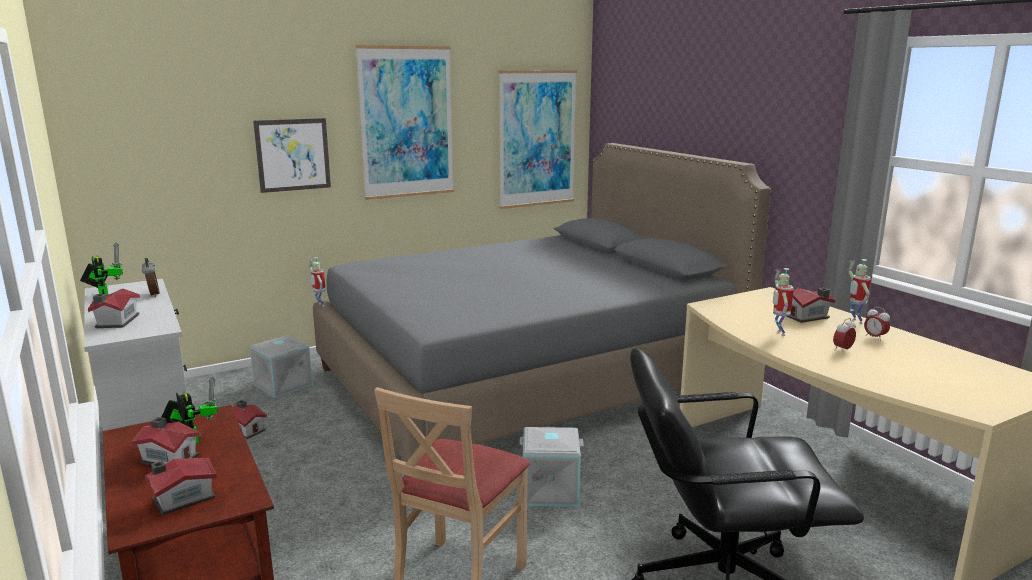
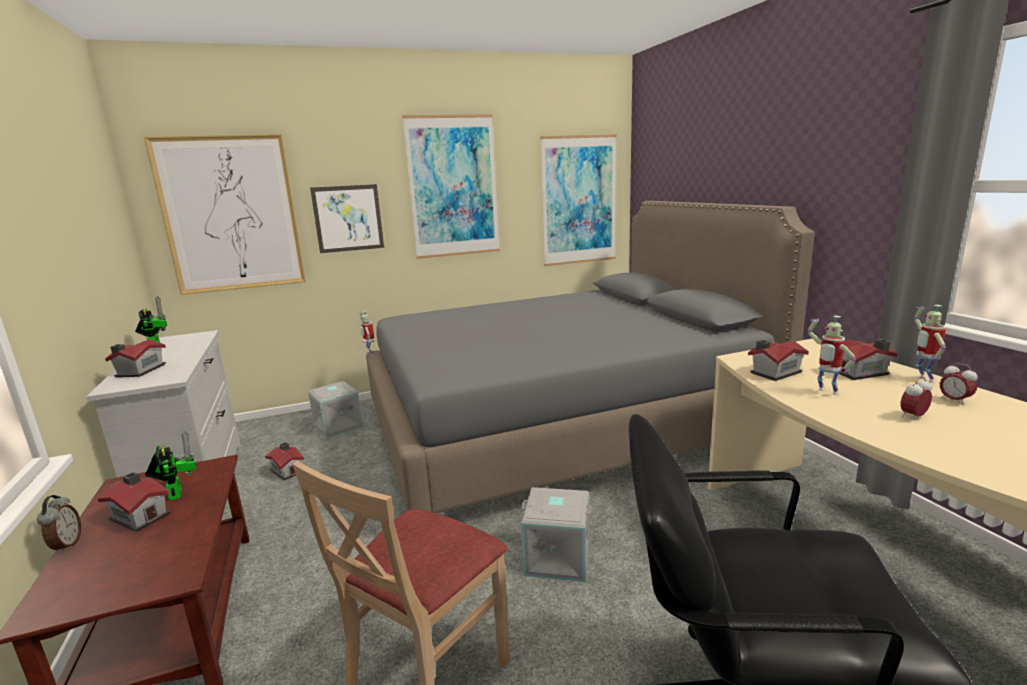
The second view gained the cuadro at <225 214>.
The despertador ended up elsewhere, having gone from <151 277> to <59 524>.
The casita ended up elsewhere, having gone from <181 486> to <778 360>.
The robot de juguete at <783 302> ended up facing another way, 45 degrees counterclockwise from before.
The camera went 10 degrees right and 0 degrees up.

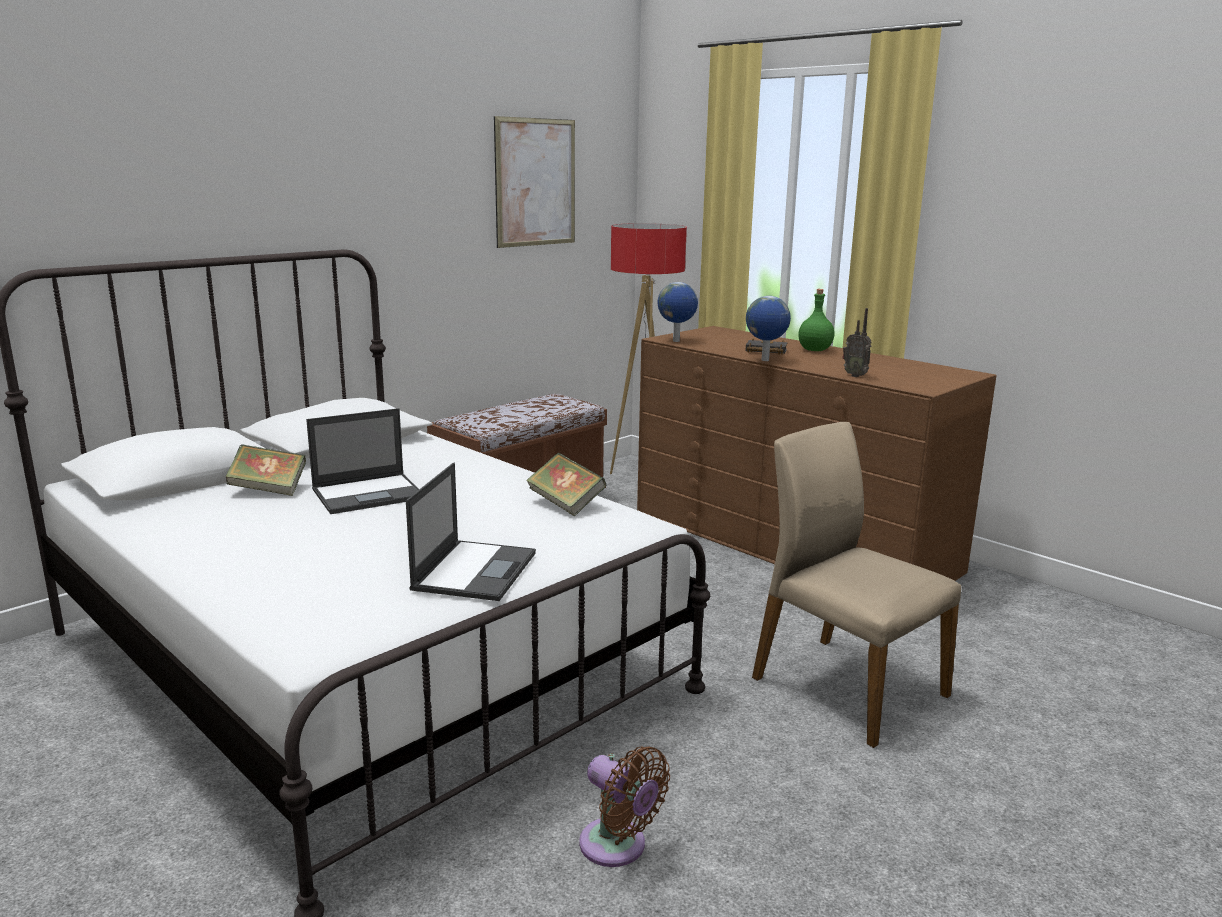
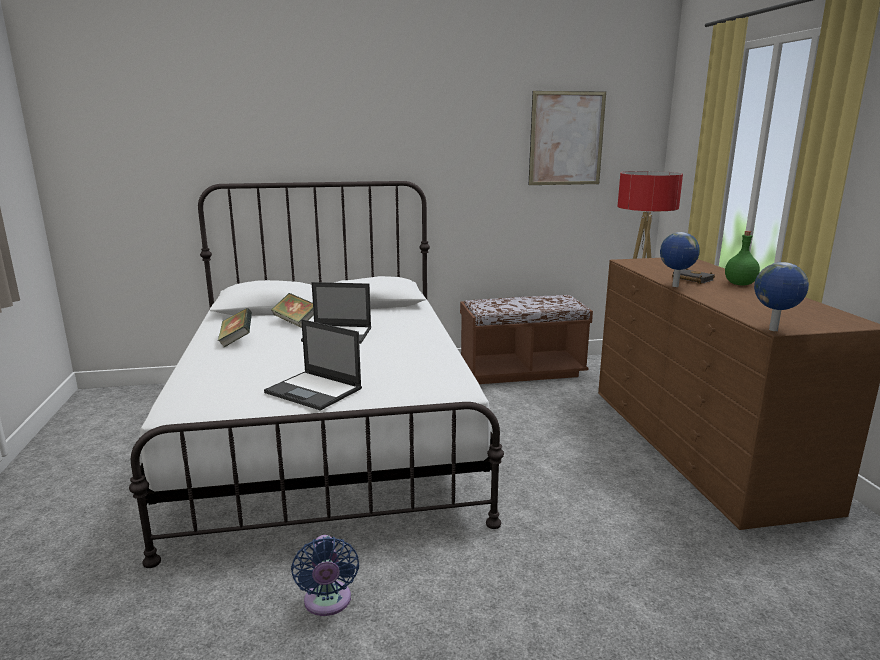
The second view lost the silla/beis at <856 585>.
The second view lost the radio at <856 342>.
The libro ended up elsewhere, having gone from <566 484> to <235 327>.
The globo terráqueo ended up elsewhere, having gone from <678 312> to <781 296>.
What was the ventilador/marrón at <624 806> turned into the ventilador/azul at <325 575>.
The portátil at <471 532> ended up facing another way, 75 degrees clockwise from before.
The camera went 35 degrees right and 0 degrees up.

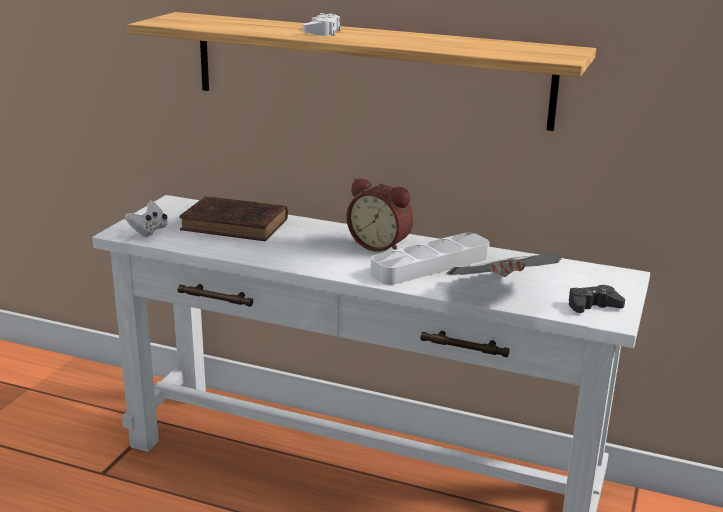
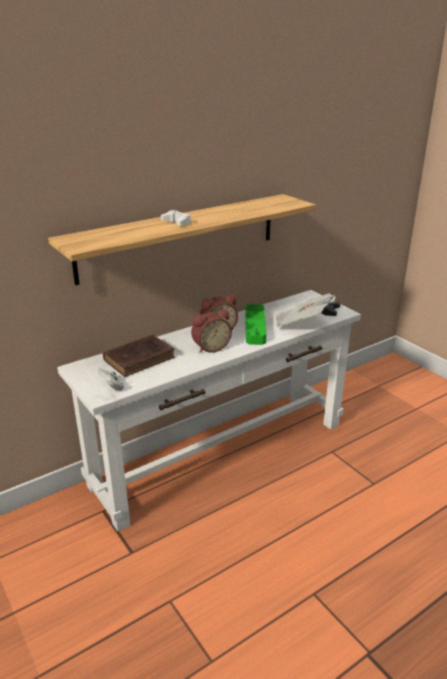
The second view gained the despertador at <211 331>.
What was the bandeja/blanco at <430 259> turned into the bandeja/verde at <255 324>.
The camera went 55 degrees left and 5 degrees up.

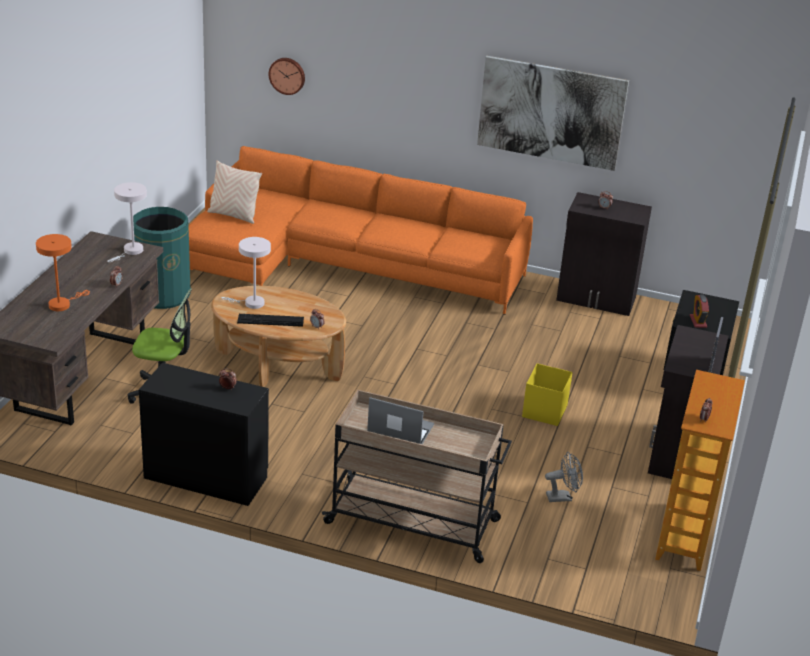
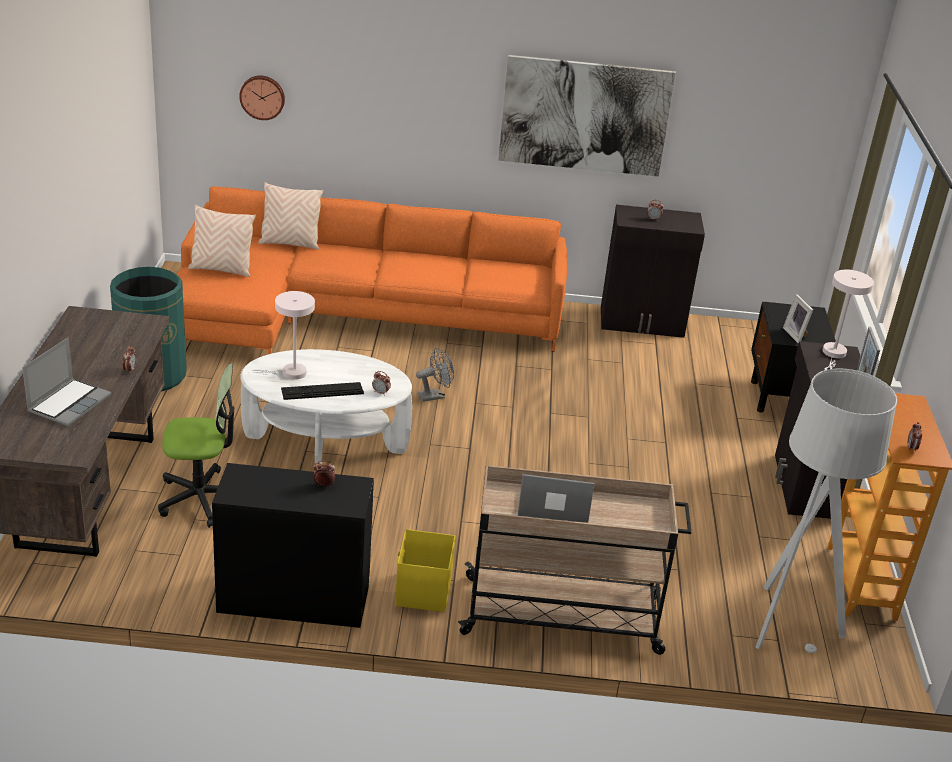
The second view gained the cojín/beis at <291 216>.
The second view gained the lámpara de pie/gris at <826 510>.
The lámpara de mesa/blanco ended up elsewhere, having gone from <127 222> to <848 320>.
The caja de almacenaje/amarillo ended up elsewhere, having gone from <547 394> to <425 570>.
The ventilador/gris ended up elsewhere, having gone from <564 477> to <435 375>.
Where the lámpara de mesa/naranja stood at <63 272>, the portátil came to stand at <66 382>.
Where the despertador stood at <699 311>, the portarretratos came to stand at <798 319>.
What was the mesa de centro/marrón at <278 336> turned into the mesa de centro/blanco at <326 406>.
The camera went 15 degrees left and 0 degrees up.

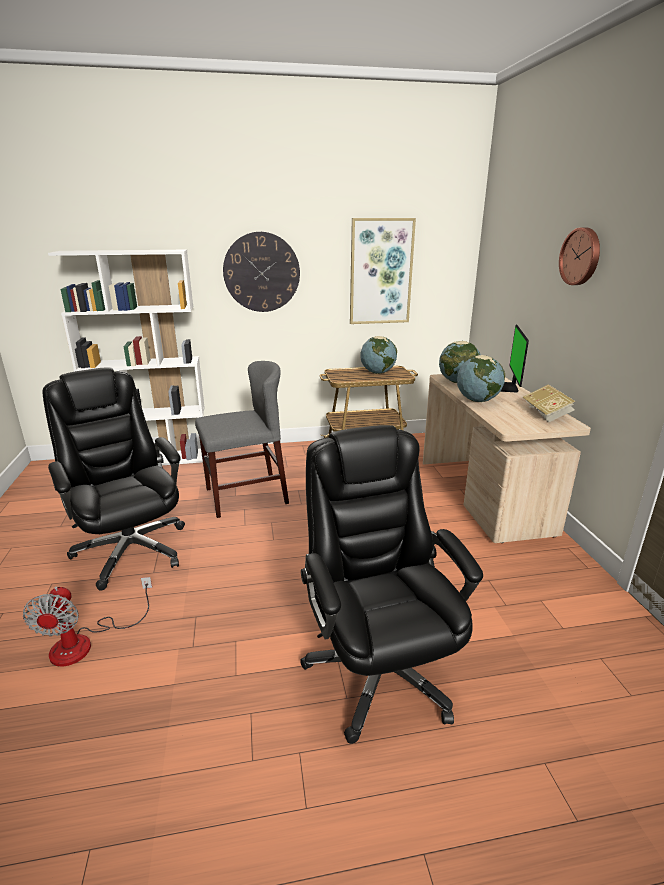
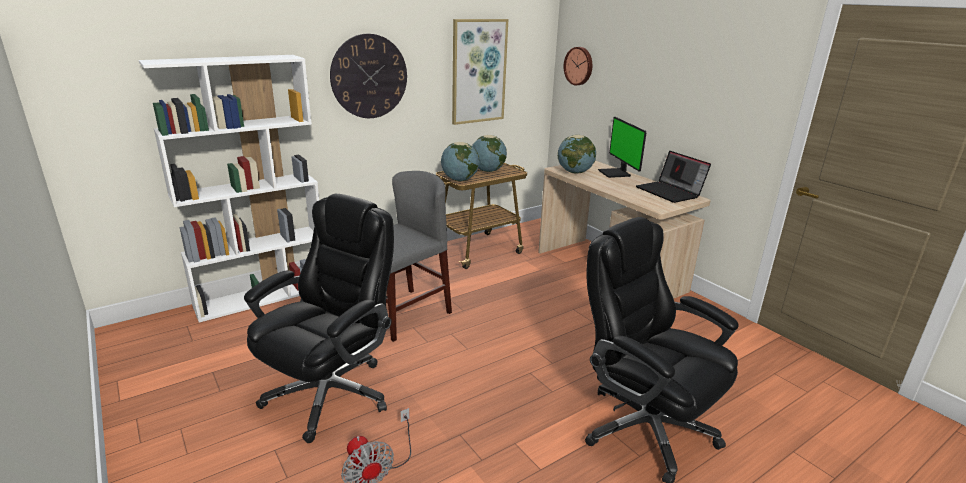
The globo terráqueo ended up elsewhere, having gone from <481 378> to <460 161>.
The reloj de pared ended up elsewhere, having gone from <579 256> to <578 66>.
Where the libro stood at <549 403>, the portátil came to stand at <673 177>.
The silla de oficina/negro at <113 479> ended up facing another way, 90 degrees clockwise from before.
The camera went 25 degrees left and 0 degrees up.

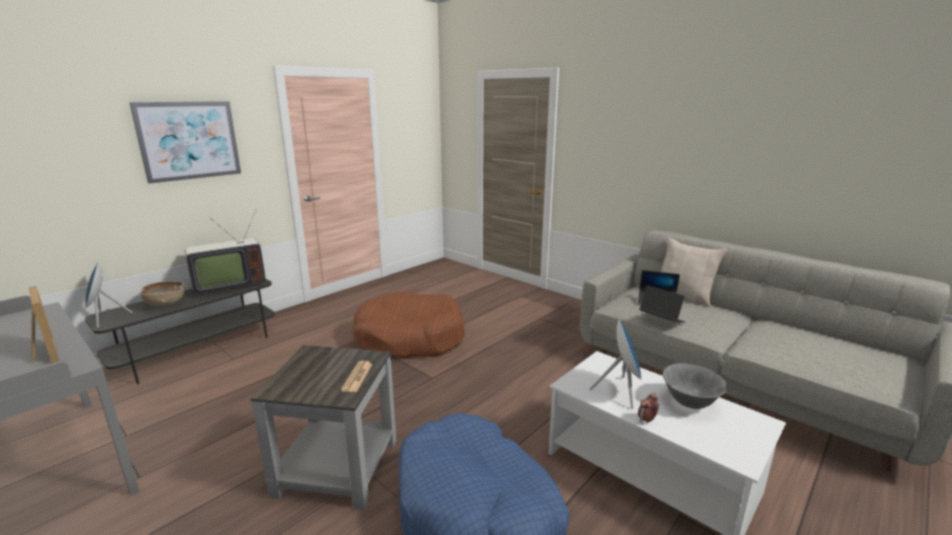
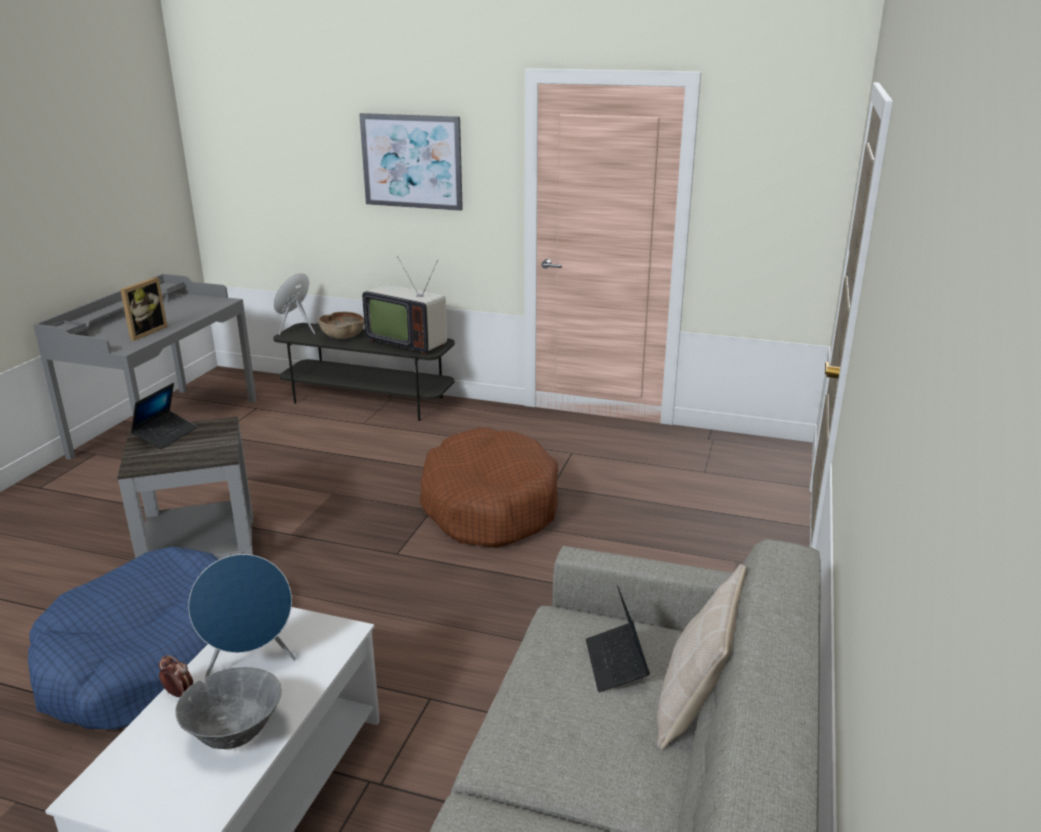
The second view lost the periódico at <356 376>.
The portátil ended up elsewhere, having gone from <662 304> to <164 416>.
The camera went 65 degrees right and 5 degrees up.

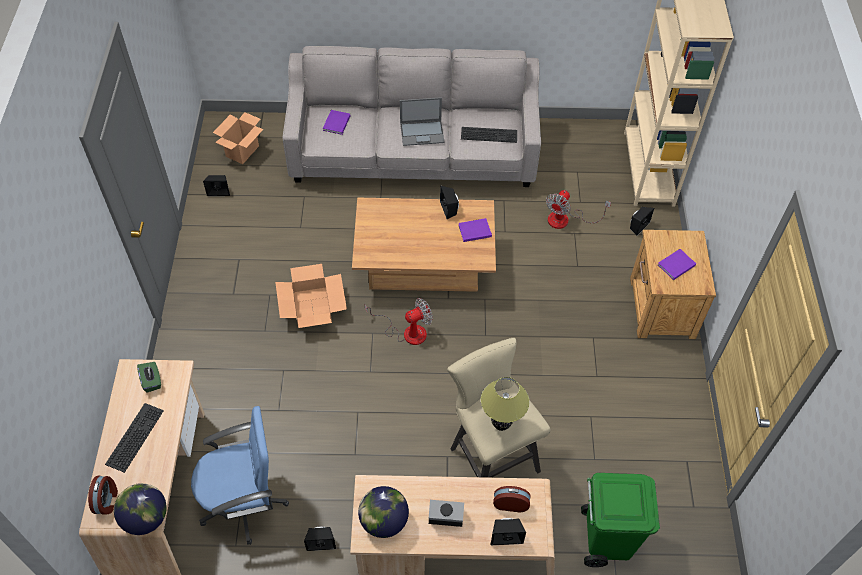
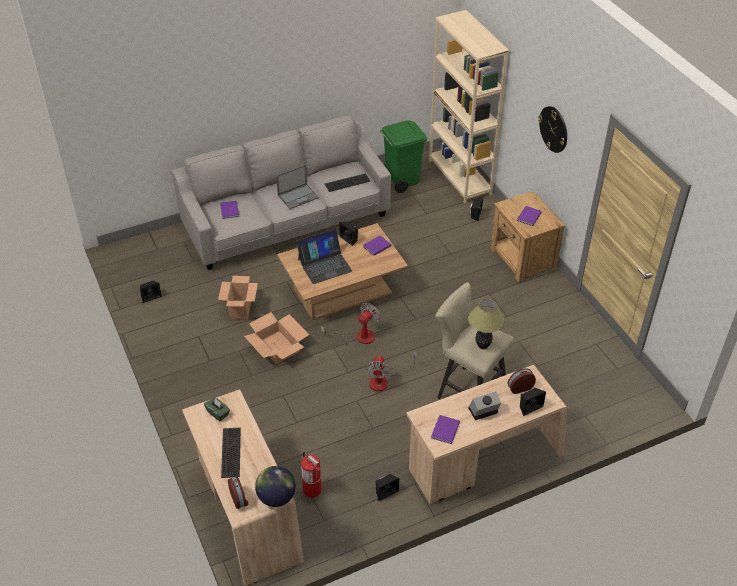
The second view gained the portátil at <324 256>.
The second view gained the reloj de pared at <552 129>.
The caja de cartón ended up elsewhere, having gone from <238 138> to <238 297>.
The ventilador ended up elsewhere, having gone from <578 209> to <391 371>.
The papelera/verde ended up elsewhere, having gone from <620 520> to <403 156>.
Where the silla de oficina/azul stood at <240 475>, the extintor came to stand at <311 475>.
Where the globo terráqueo stood at <383 512>, the libro/morado came to stand at <445 429>.
The camera went 25 degrees left and 10 degrees down.

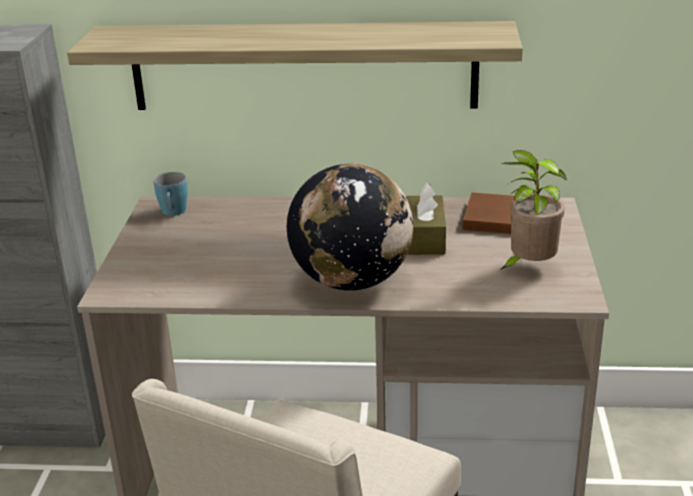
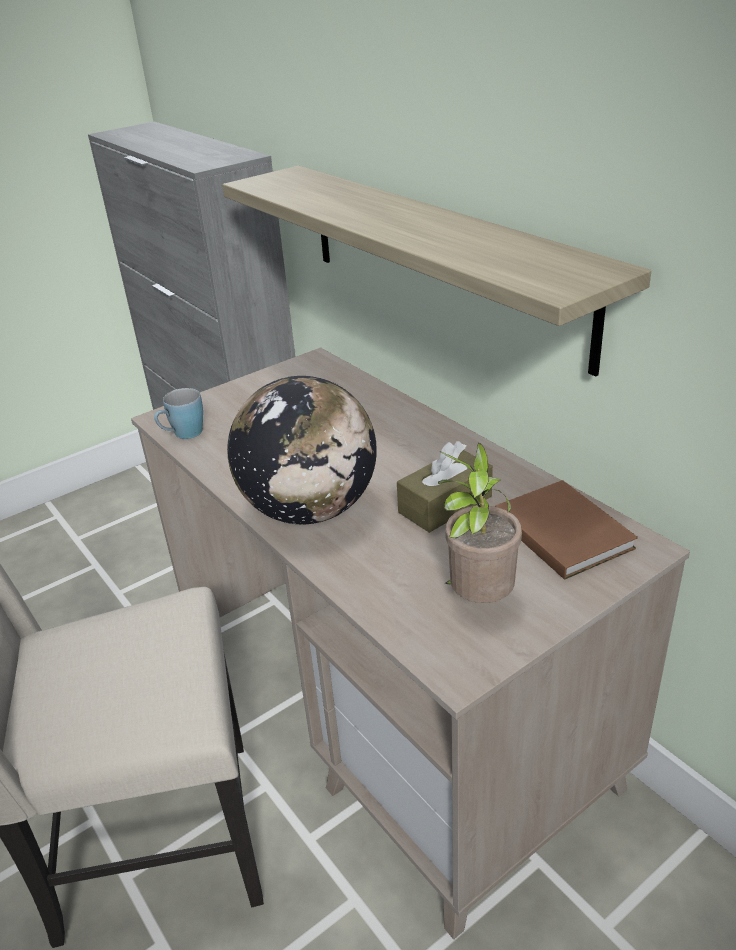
The taza grande/azul ended up elsewhere, having gone from <170 194> to <178 413>.
The camera went 50 degrees right and 5 degrees up.

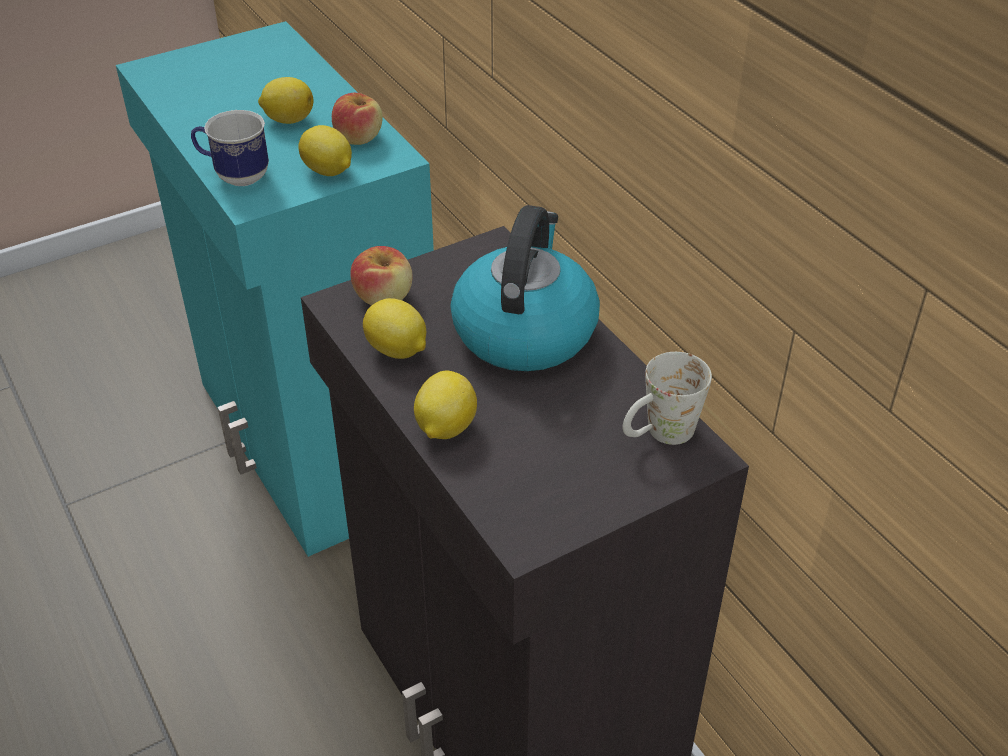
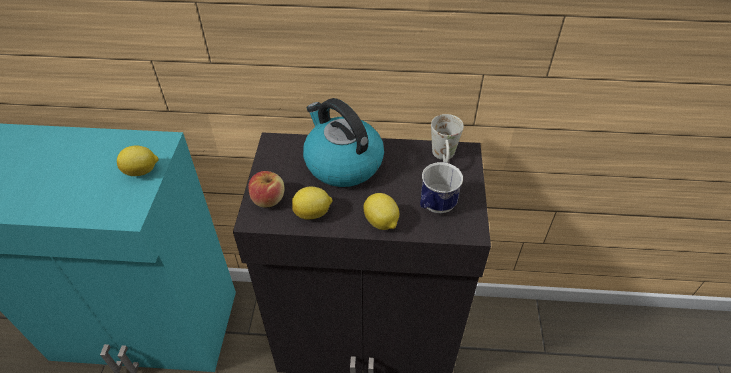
The second view lost the limón at <286 100>.
The second view lost the manzana at <357 119>.
The taza grande ended up elsewhere, having gone from <230 148> to <441 187>.
The camera went 55 degrees left and 5 degrees up.

